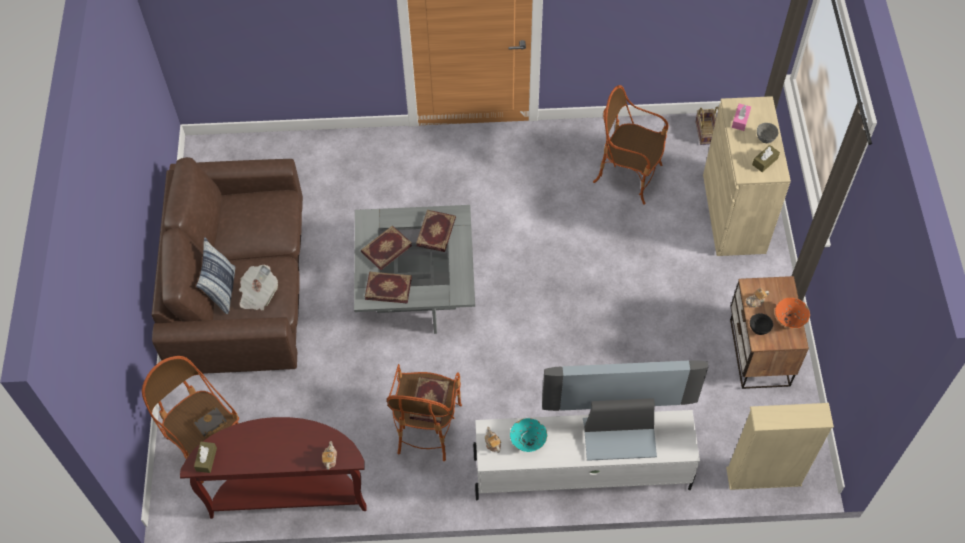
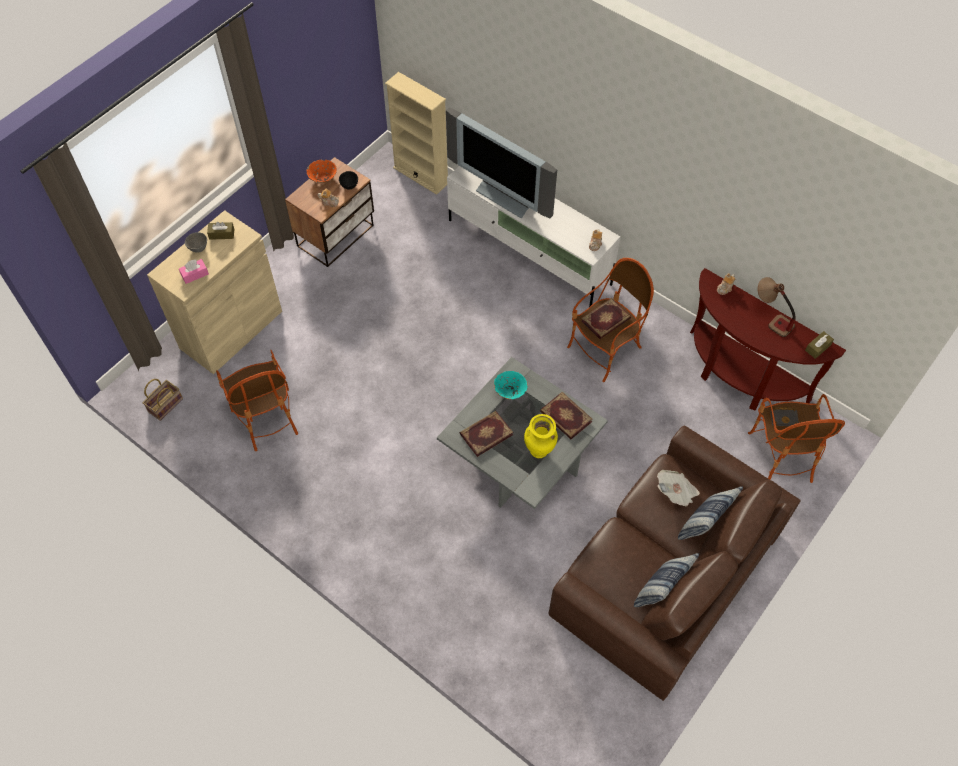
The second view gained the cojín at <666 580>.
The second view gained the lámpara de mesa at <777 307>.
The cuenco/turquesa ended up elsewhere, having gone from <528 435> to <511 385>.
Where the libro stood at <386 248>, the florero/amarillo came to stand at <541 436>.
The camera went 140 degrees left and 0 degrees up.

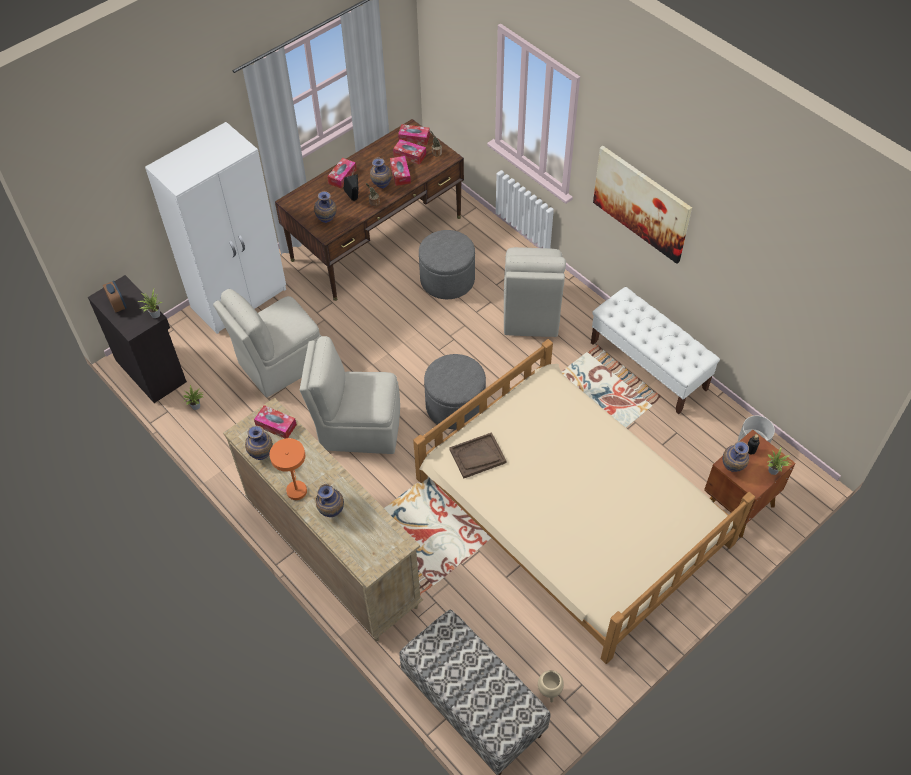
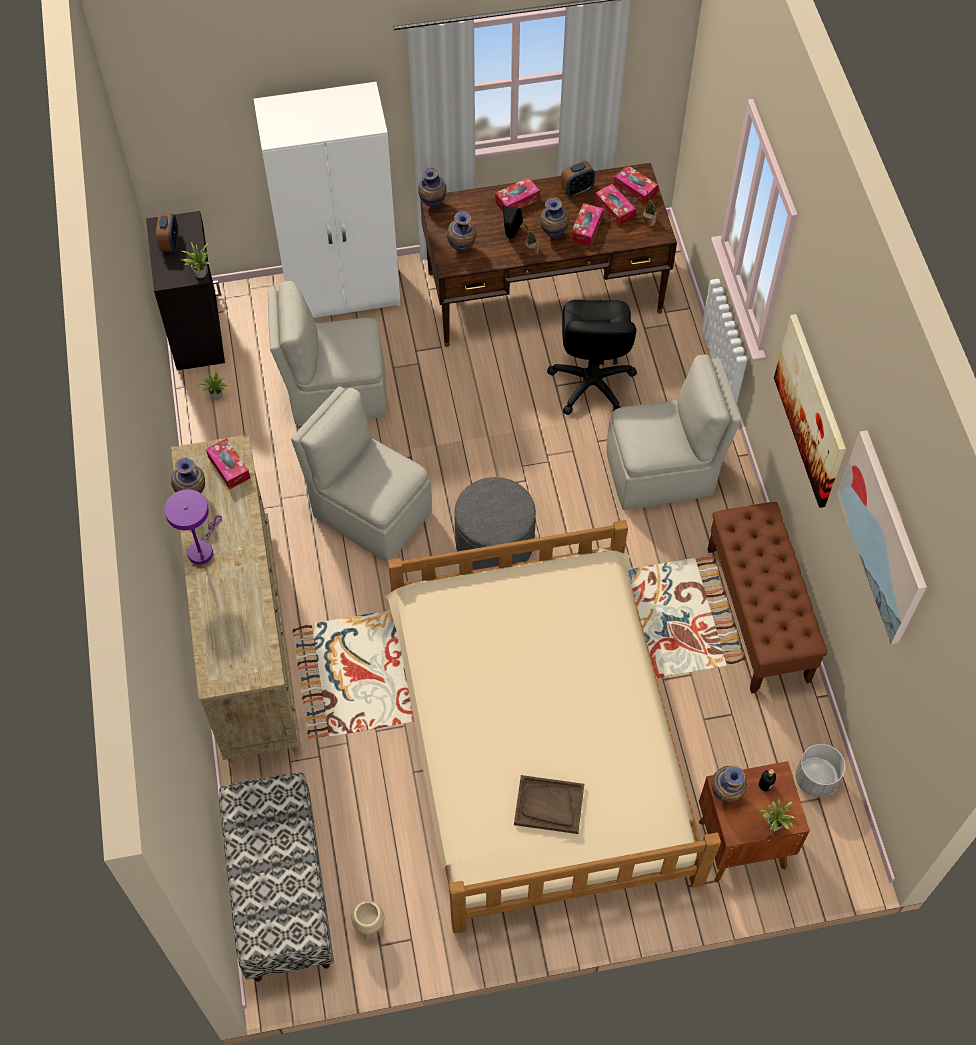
The second view gained the despertador at <578 179>.
The second view gained the cuadro at <882 537>.
The florero ended up elsewhere, having gone from <330 500> to <432 187>.
The bandeja/marrón ended up elsewhere, having gone from <477 455> to <549 804>.
Where the puf/gris stood at <447 264>, the silla de oficina/negro came to stand at <592 357>.
What was the lámpara de mesa/naranja at <288 469> turned into the lámpara de mesa/morado at <193 527>.
What was the banco/blanco at <655 350> turned into the banco/marrón at <767 597>.
The silla/beis at <535 292> ended up facing another way, 135 degrees counterclockwise from before.
The camera went 30 degrees right and 5 degrees up.

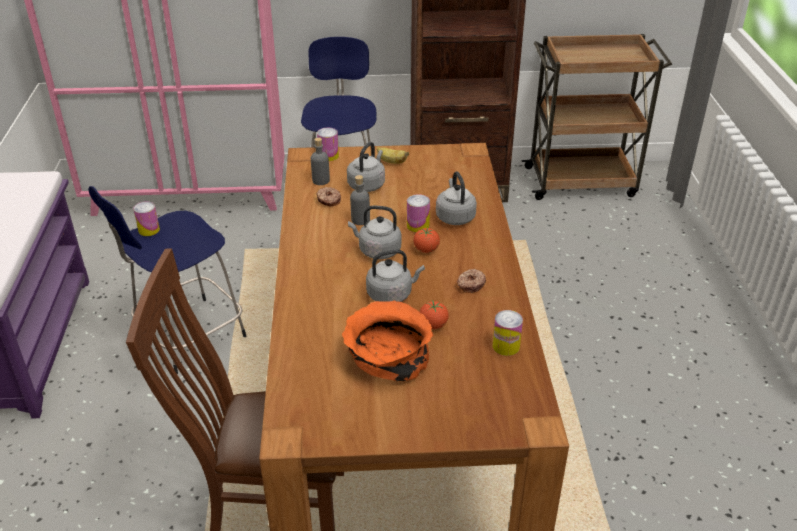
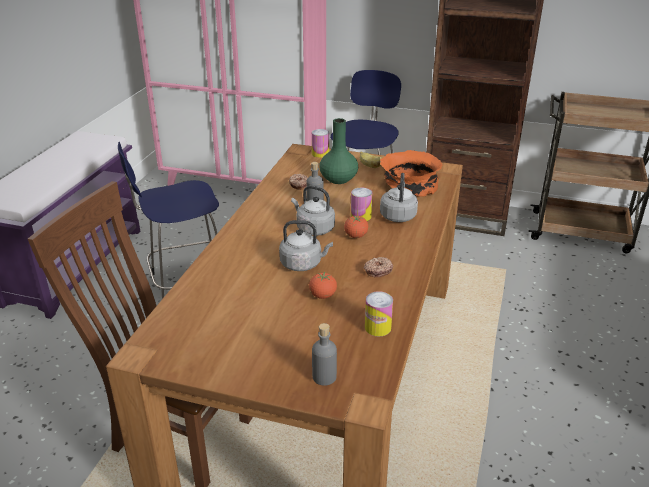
The second view lost the lata at <146 219>.
The botella/gris ended up elsewhere, having gone from <320 161> to <324 354>.
The cuenco/naranja ended up elsewhere, having gone from <387 341> to <411 173>.
Where the hervidor/gris stood at <366 167>, the florero/verde came to stand at <338 151>.
The camera went 20 degrees right and 5 degrees down.

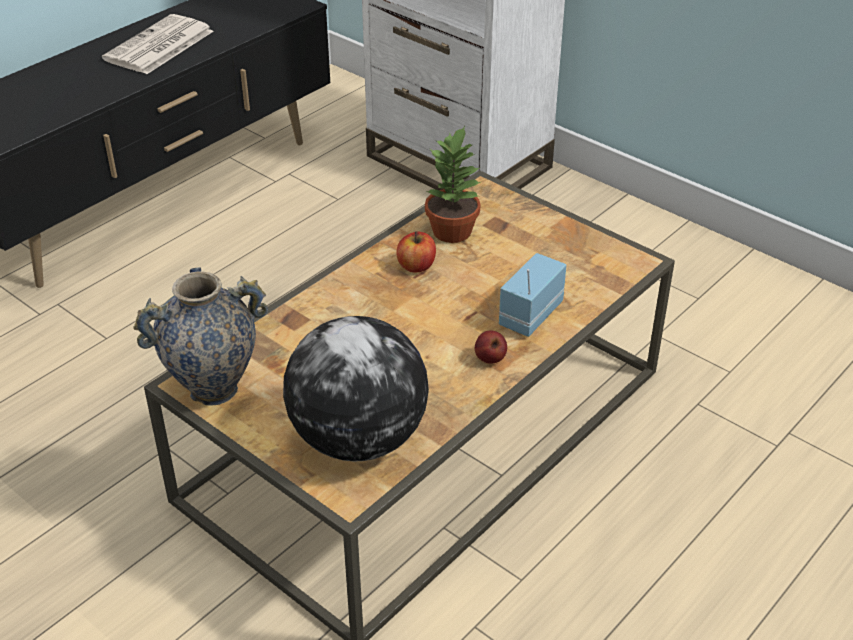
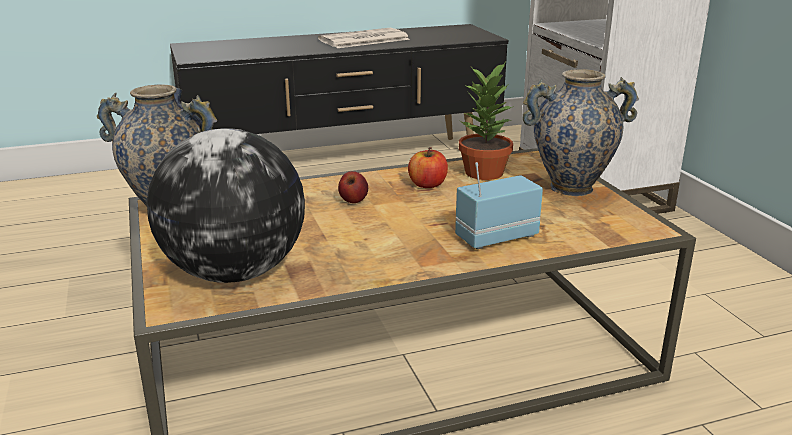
The second view gained the florero at <581 132>.
The manzana ended up elsewhere, having gone from <491 347> to <353 187>.
The camera went 30 degrees right and 15 degrees down.

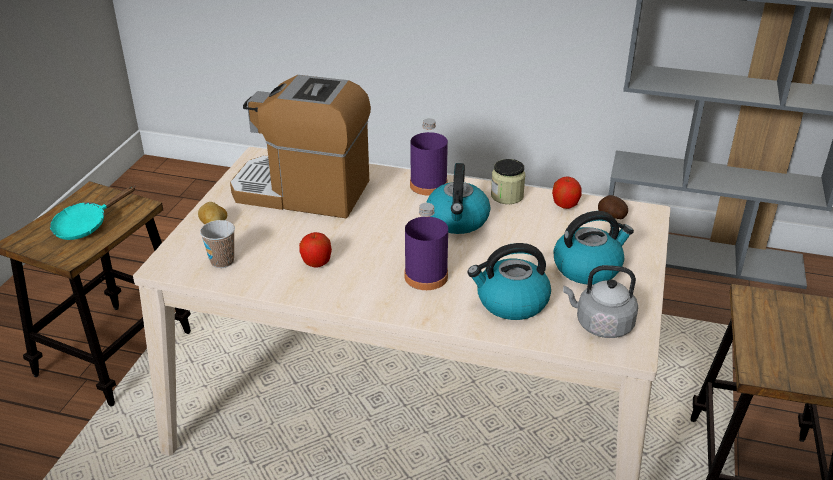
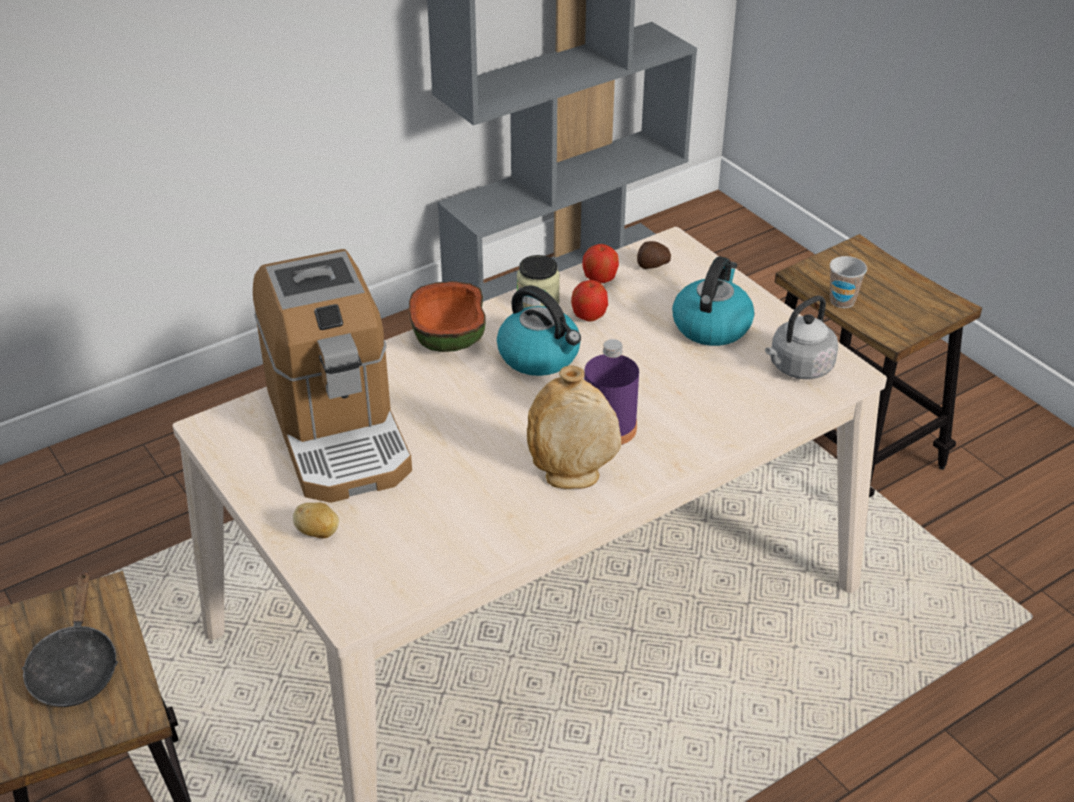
The second view lost the hervidor at <509 281>.
The second view gained the florero/beis at <574 427>.
The taza ended up elsewhere, having gone from <217 244> to <848 282>.
The manzana ended up elsewhere, having gone from <315 250> to <589 300>.
Where the botella/morado stood at <429 156>, the cuenco came to stand at <447 316>.
What was the sartén/turquesa at <93 213> turned into the sartén/negro at <70 638>.
The cafetera at <300 146> ended up facing another way, 75 degrees counterclockwise from before.
The camera went 50 degrees left and 5 degrees up.

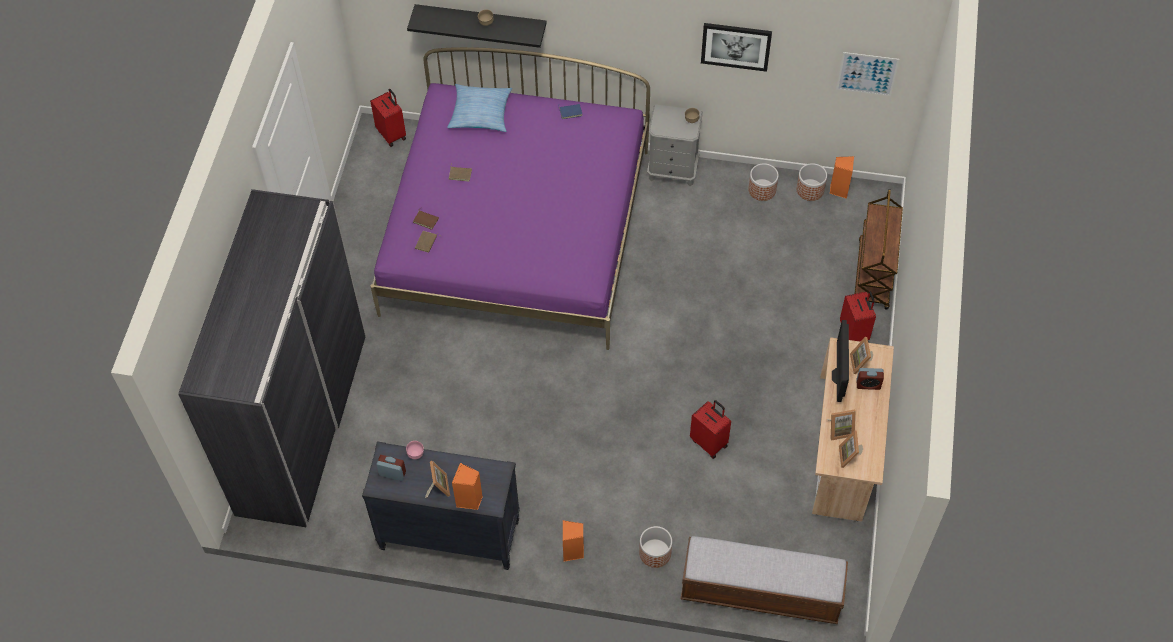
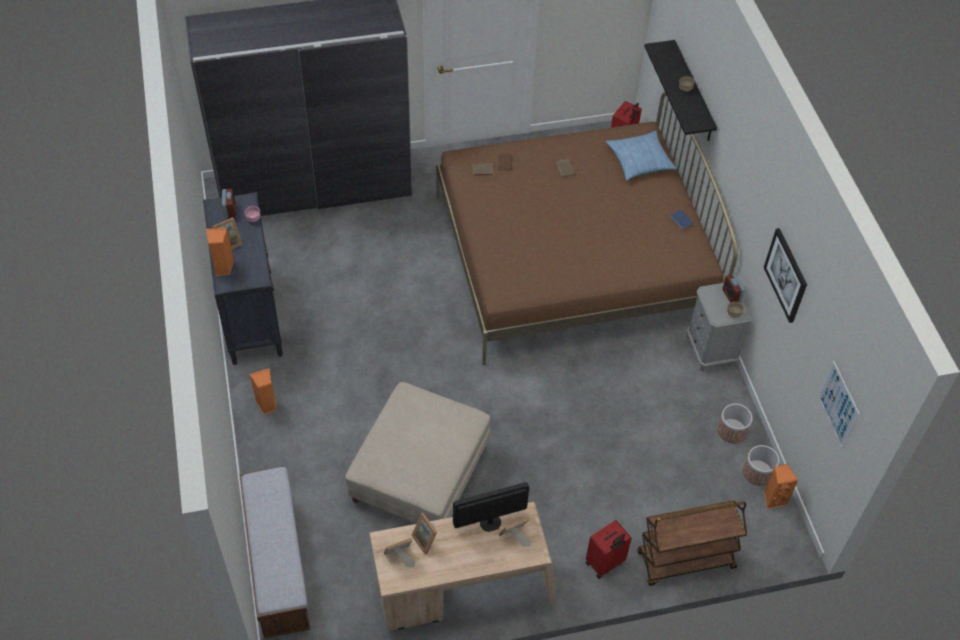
The second view lost the maceta at <655 547>.
The despertador ended up elsewhere, having gone from <870 379> to <733 288>.
Where the maleta/rojo stood at <710 429>, the puf/beis came to stand at <418 452>.
What was the cama/morado at <510 198> turned into the cama/marrón at <587 228>.
The camera went 65 degrees right and 5 degrees down.

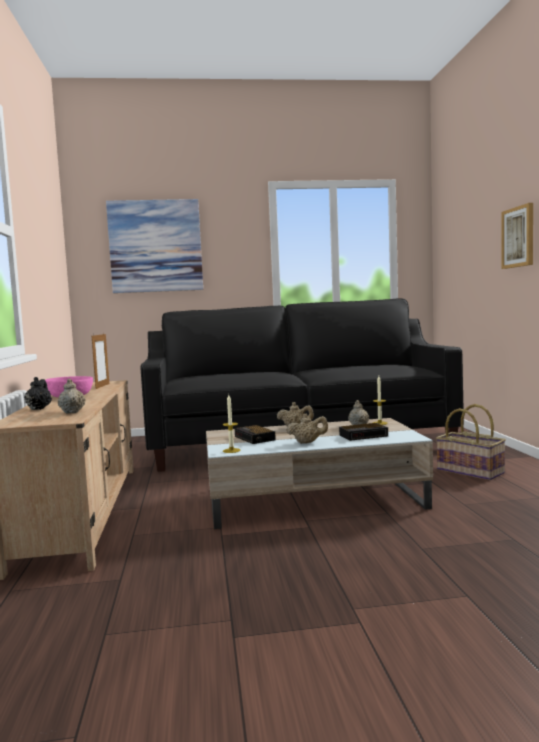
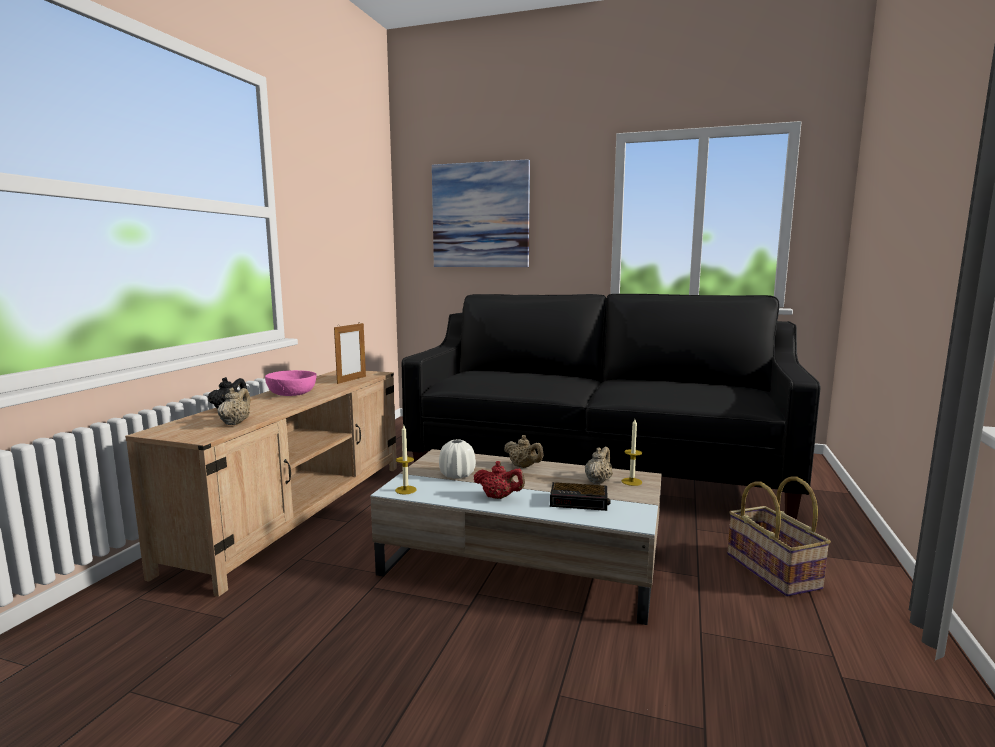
The second view lost the cuadro at <517 236>.
Where the despertador stood at <255 434>, the florero/blanco came to stand at <457 459>.
What was the tetera/beis at <307 428> turned into the tetera/rojo at <499 480>.
The camera went 25 degrees right and 5 degrees up.

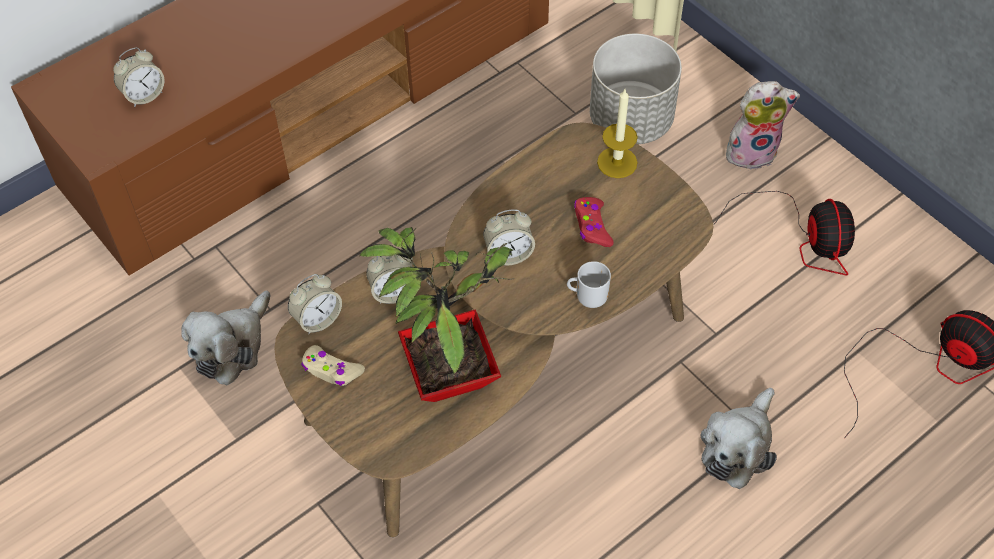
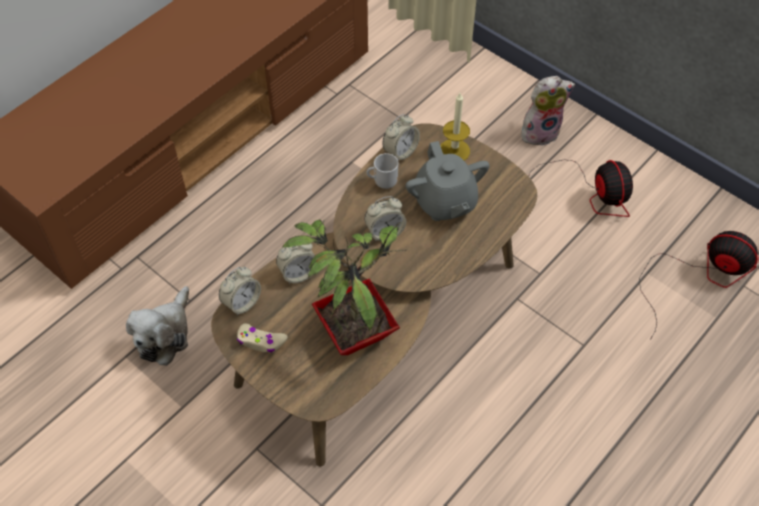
The second view lost the maceta/gris at <636 89>.
The second view lost the peluche at <738 438>.
The despertador ended up elsewhere, having gone from <138 77> to <401 137>.
The taza grande ended up elsewhere, having gone from <589 284> to <383 171>.
Where the mando de consola/rojo stood at <594 222>, the tetera/gris came to stand at <448 181>.
The camera went 10 degrees left and 0 degrees up.

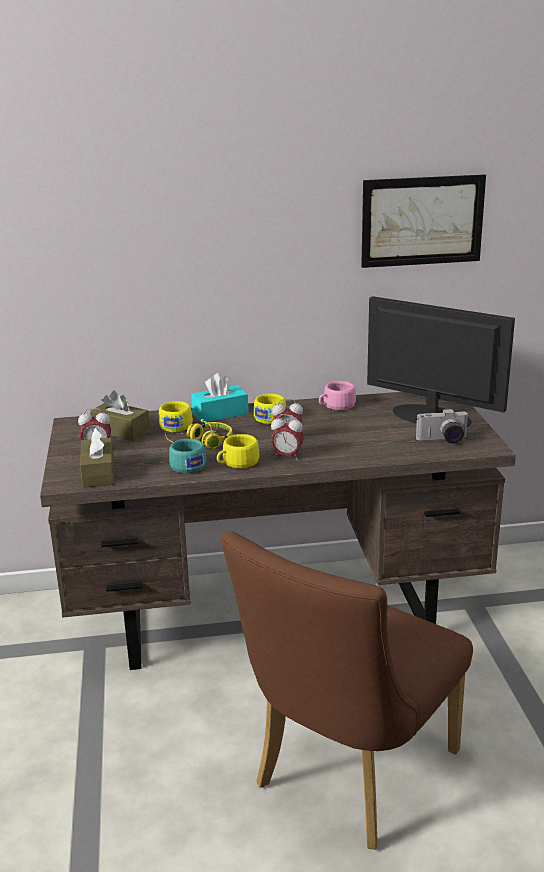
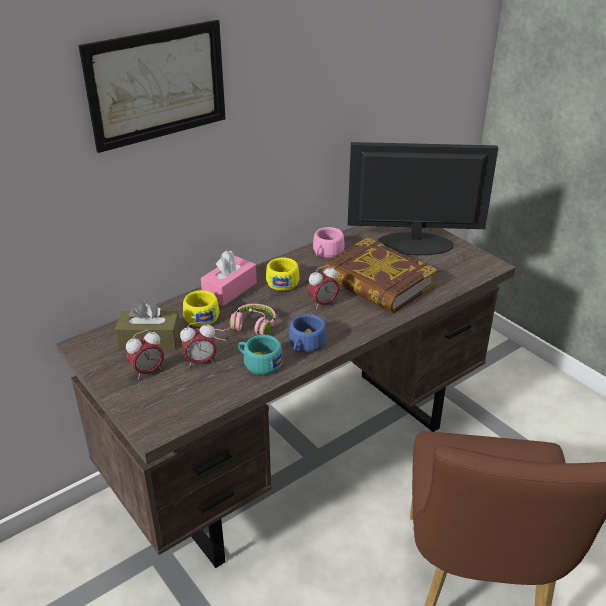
The second view lost the caja de pañuelos/marrón at <97 458>.
The second view lost the cámara at <442 426>.
The second view gained the libro at <380 275>.
The despertador ended up elsewhere, having gone from <287 437> to <198 345>.
The cuadro ended up elsewhere, having gone from <423 221> to <152 86>.
What was the auriculares/amarillo at <198 434> turned into the auriculares/rosa at <245 322>.
What was the caja de pañuelos/turquesa at <219 398> turned into the caja de pañuelos/rosa at <229 278>.
What was the taza/amarillo at <238 451> turned into the taza/azul at <308 333>.
The camera went 30 degrees left and 10 degrees up.

